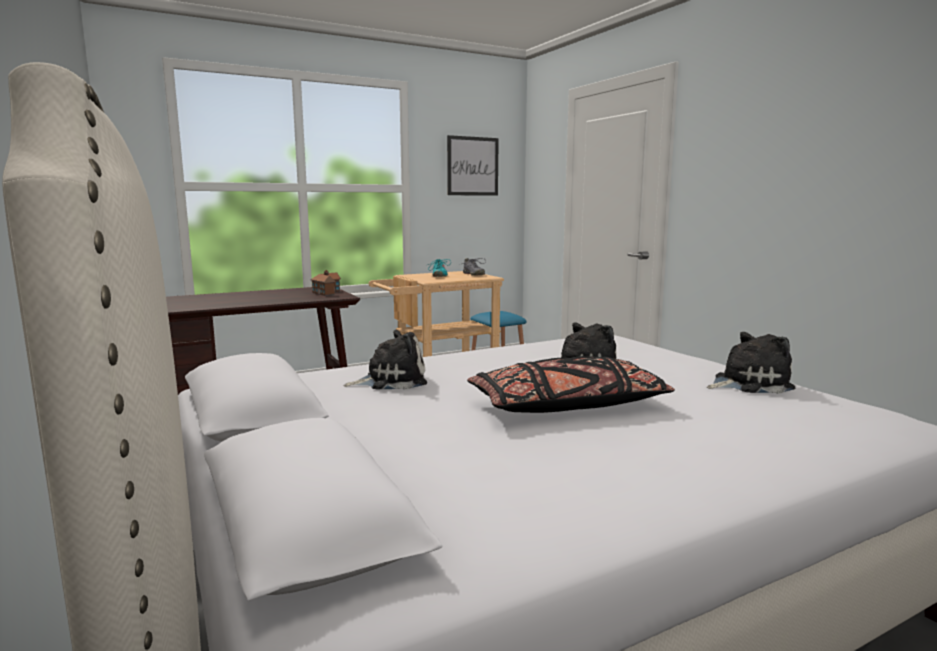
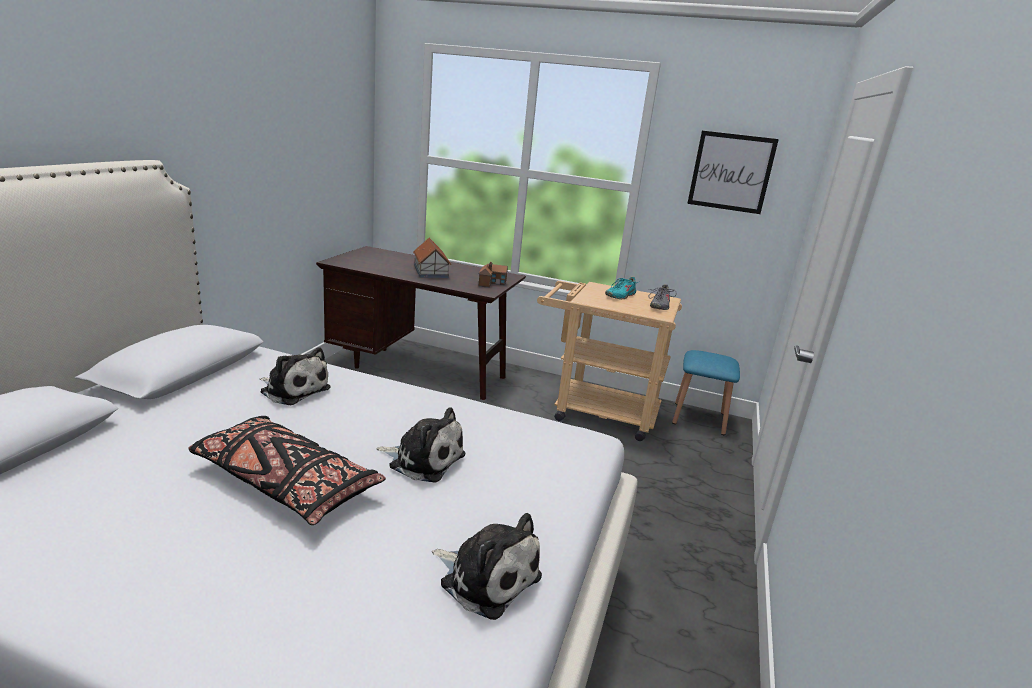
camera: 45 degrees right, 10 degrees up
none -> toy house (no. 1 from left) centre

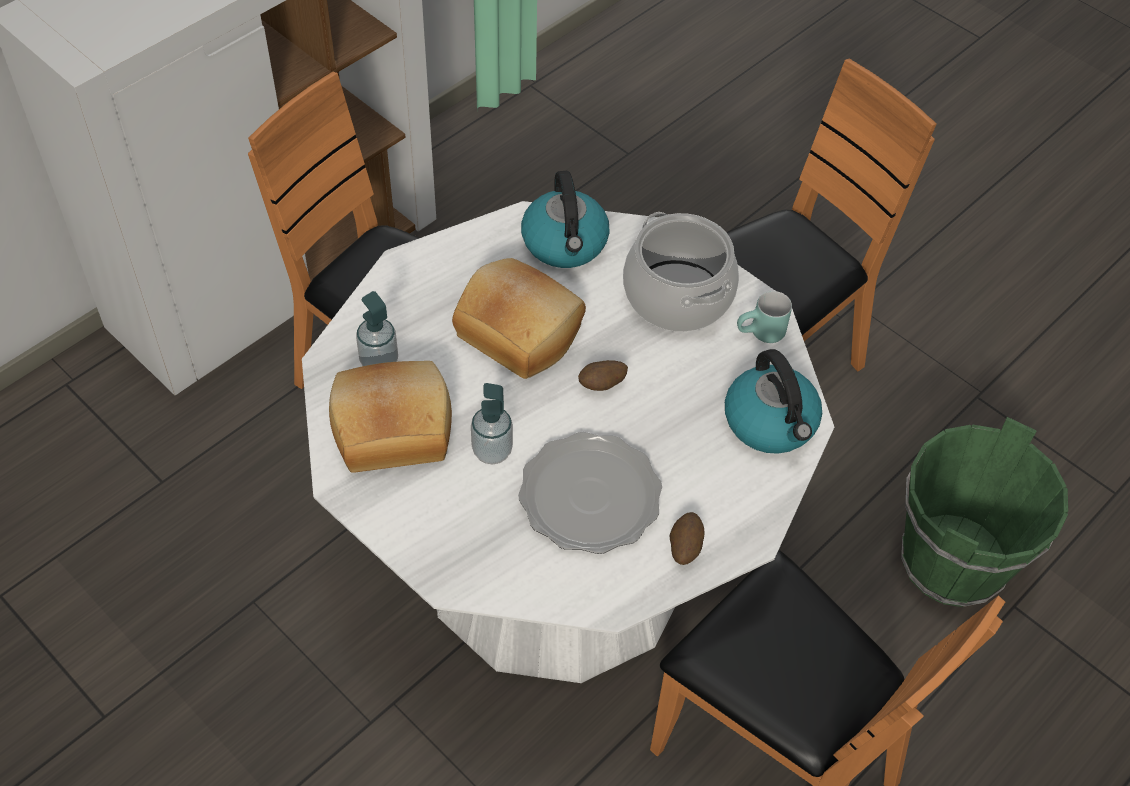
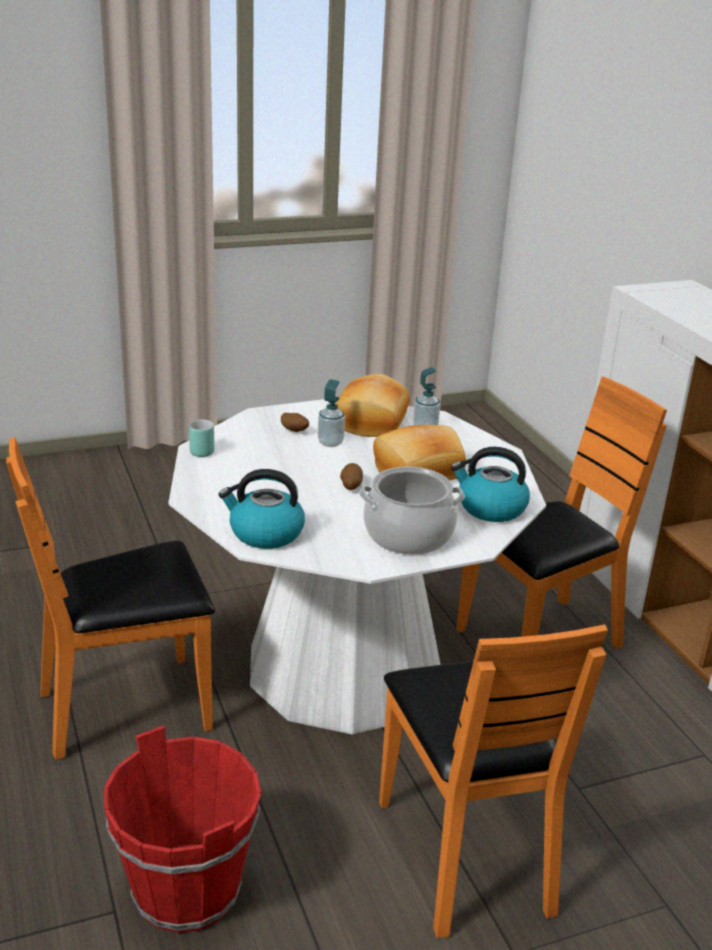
camera: 115 degrees right, 25 degrees down
plate centre -> none
potato (no. 2 from left in the first image) bottom centre -> potato (no. 1 from left) centre, relocated
turquoise-coloured coffee mug middle right -> turquoise-coloured coffee mug middle left, relocated
green-coloured pail middle right -> reddish pail bottom left

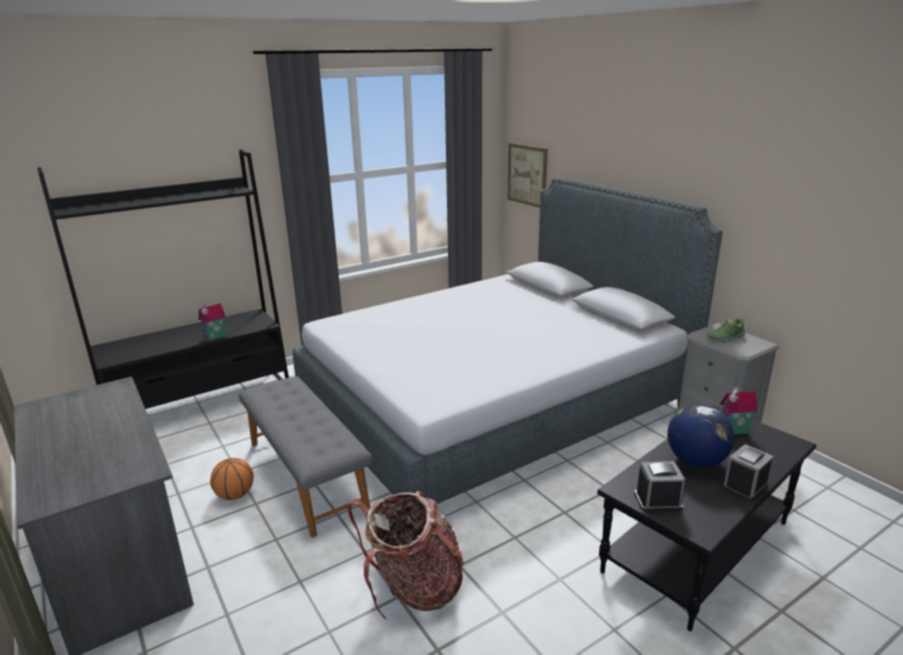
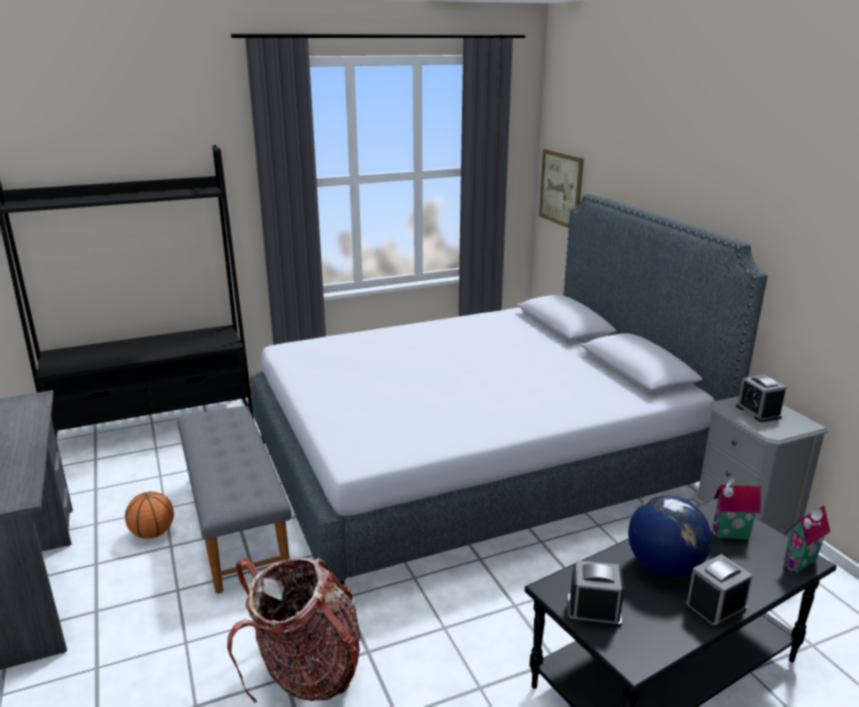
camera: 10 degrees right, 0 degrees up
toy house (no. 1 from left in the first image) middle left -> toy house (no. 2 from left) bottom right, relocated
item of footwear middle right -> alarm clock (no. 3 from left) middle right

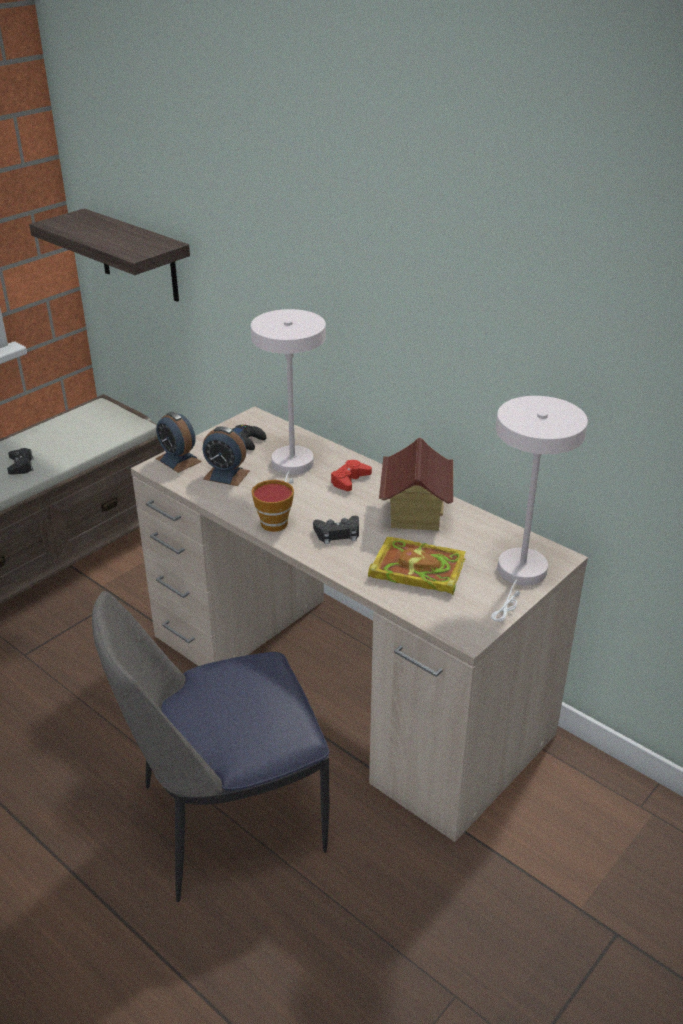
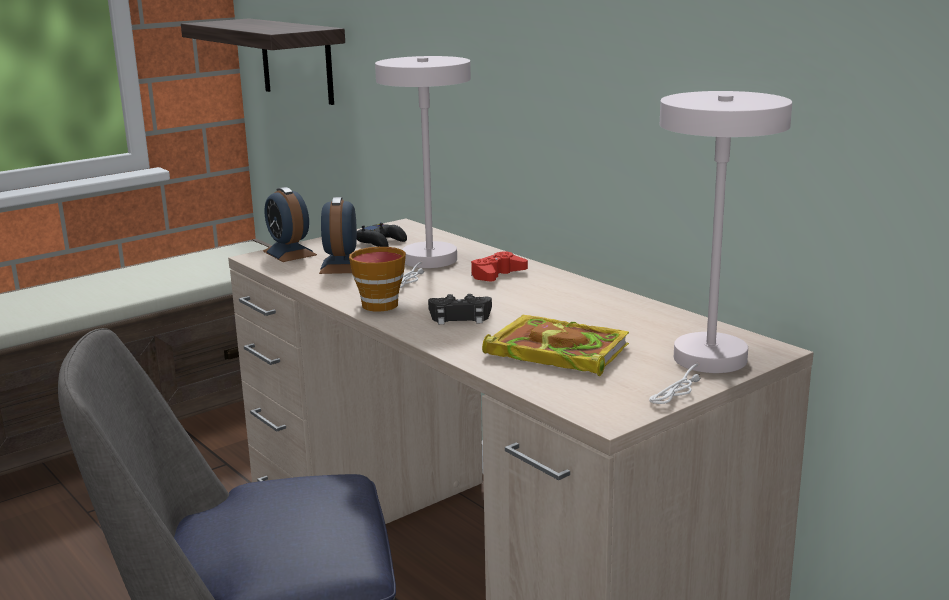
camera: 10 degrees right, 15 degrees down
blackish game controller (no. 1 from left) middle left -> none
toy house centre -> none
alarm clock (no. 2 from left) middle left -> alarm clock (no. 2 from left) centre, 60 degrees clockwise

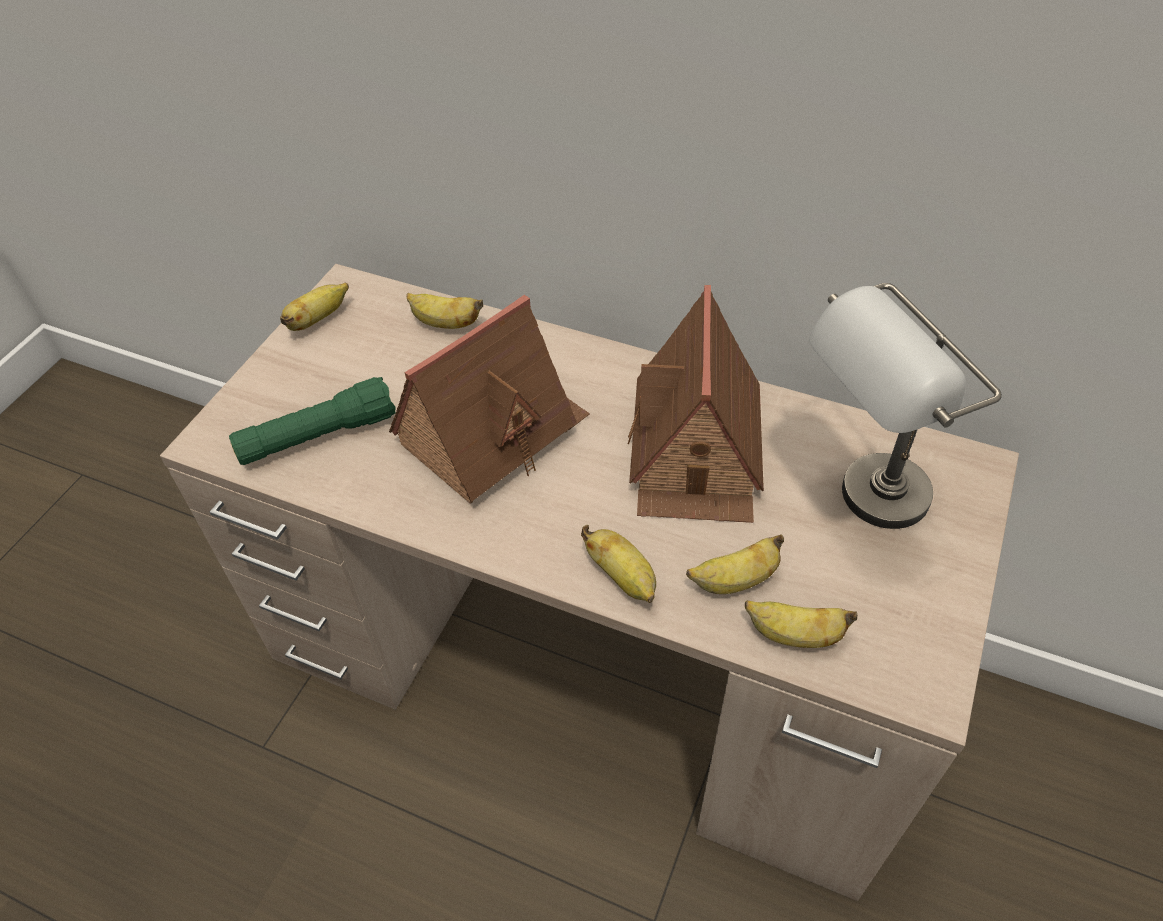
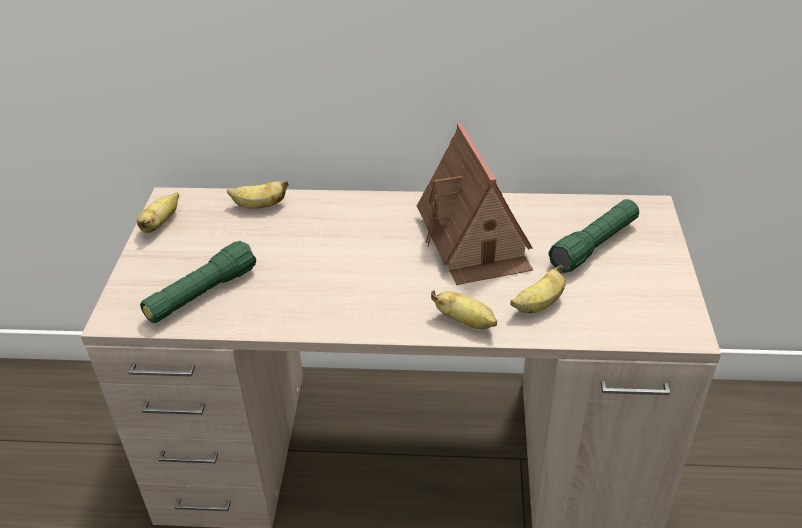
camera: 20 degrees left, 10 degrees down
toy house (no. 1 from left) centre -> none
banana (no. 5 from left) bottom right -> none
greyish lamp for a table middle right -> green-coloured hand torch (no. 2 from left) middle right

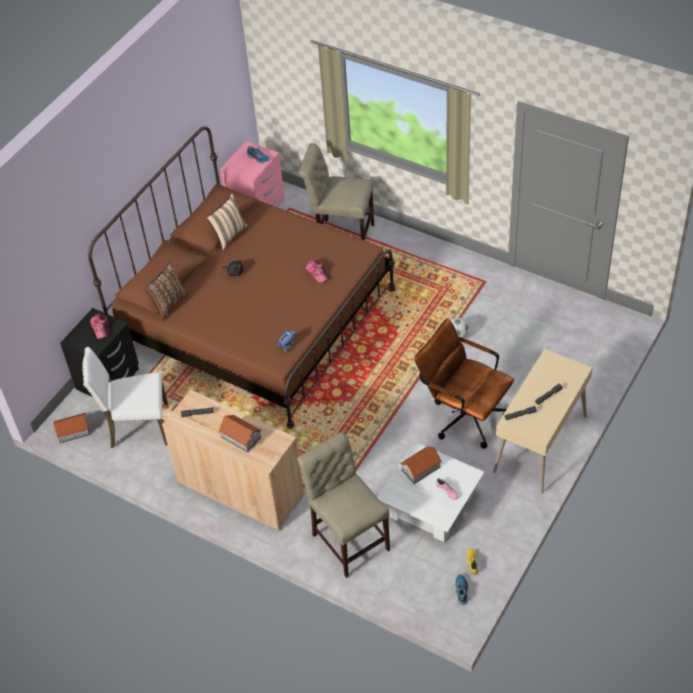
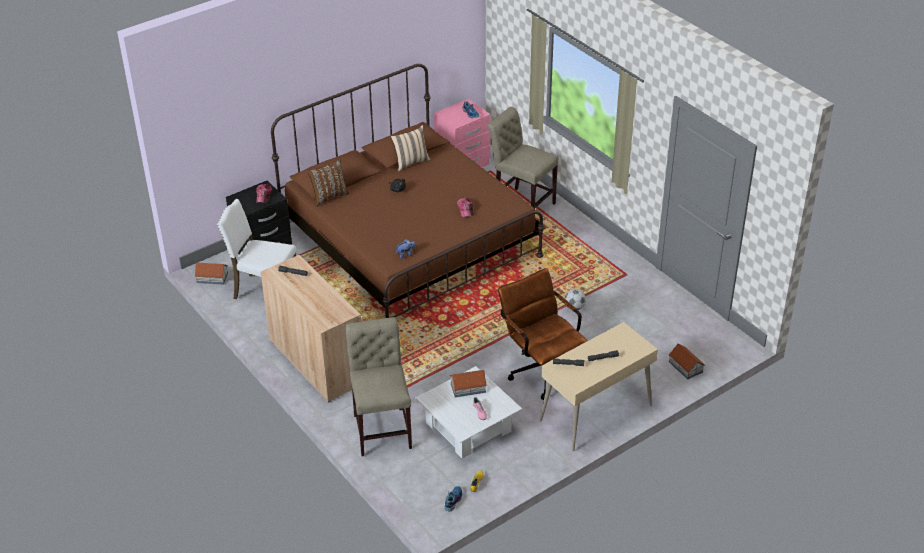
camera: 20 degrees right, 10 degrees down
toy house (no. 2 from left in the first image) centre -> toy house (no. 3 from left) middle right, relocated

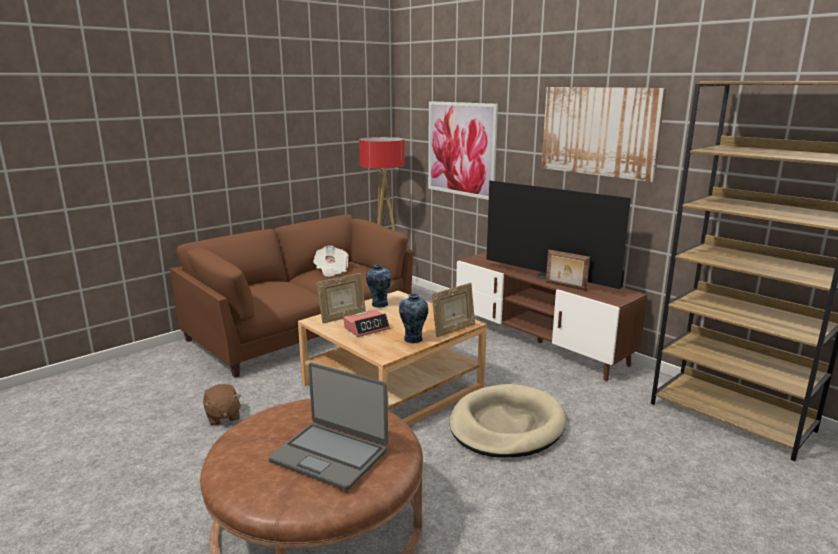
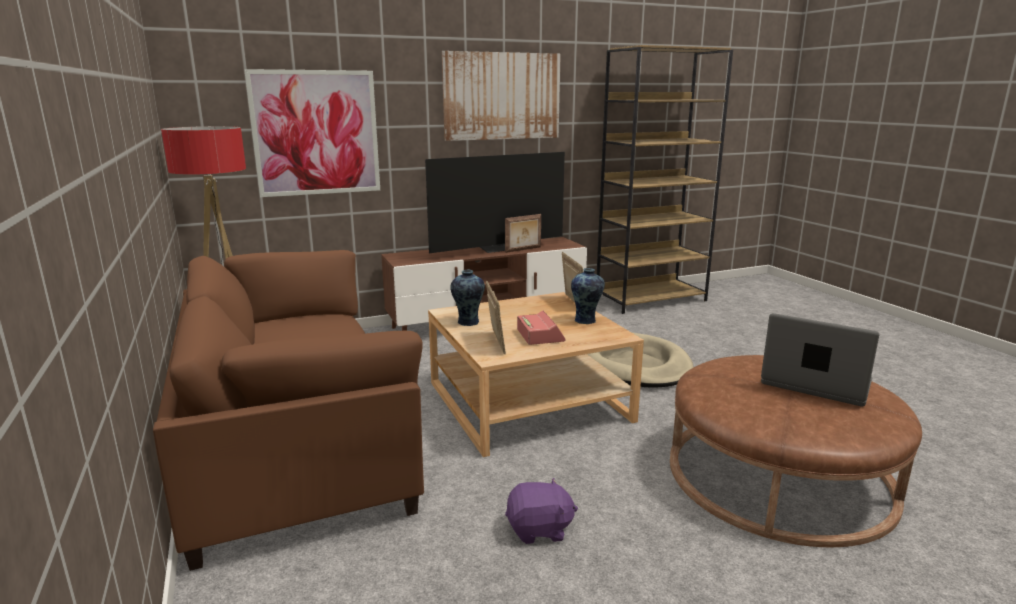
camera: 70 degrees left, 0 degrees up
newspaper centre -> none
brown soft toy bottom left -> purplish soft toy bottom centre
laptop bottom centre -> laptop middle right, 105 degrees counterclockwise

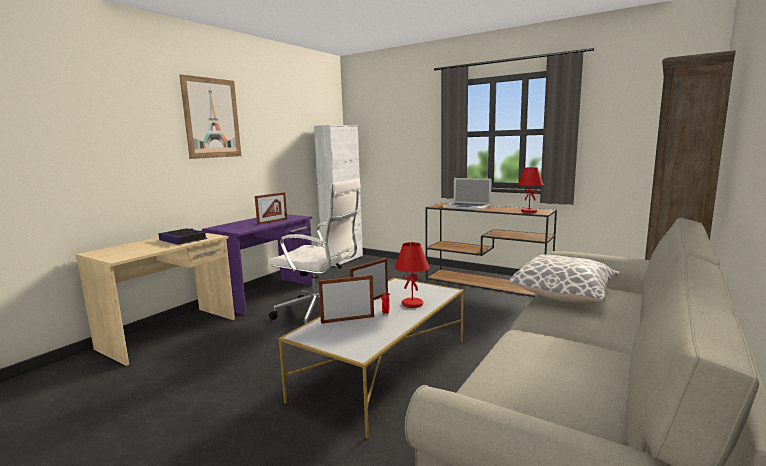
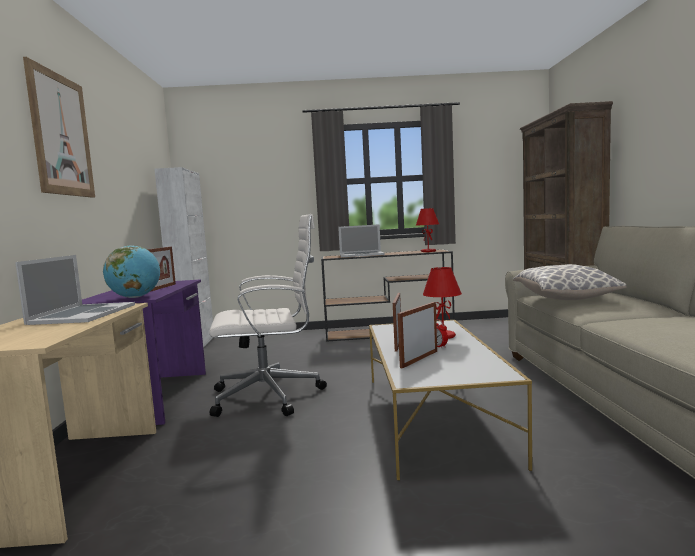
camera: 35 degrees left, 5 degrees down
none -> desk globe middle left
bound book middle left -> laptop (no. 1 from left) middle left

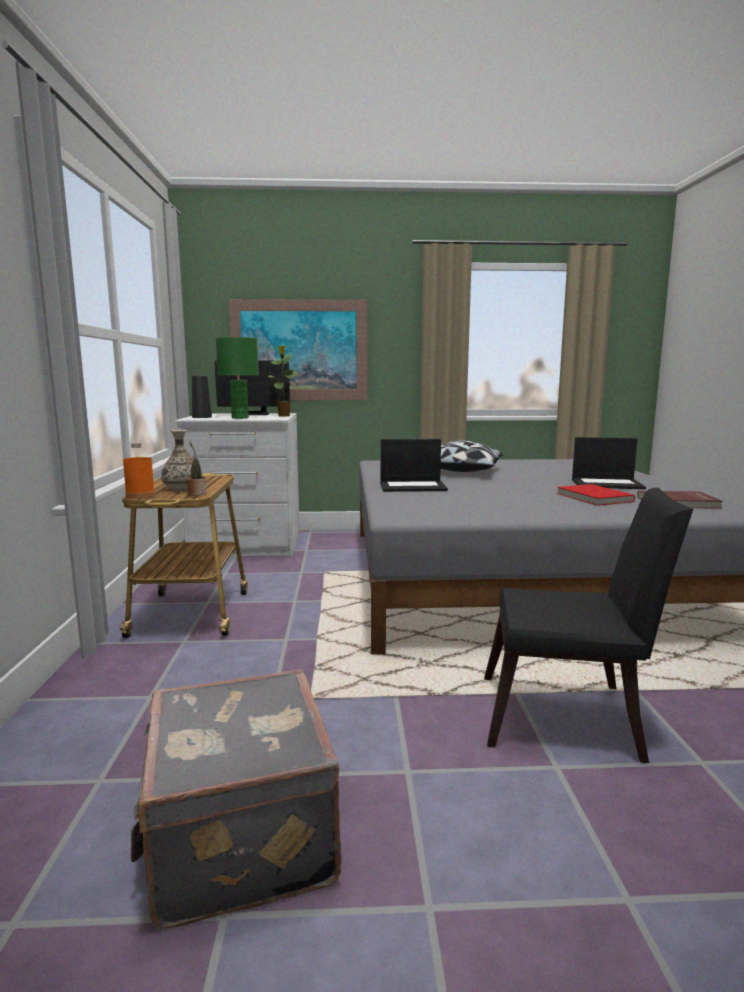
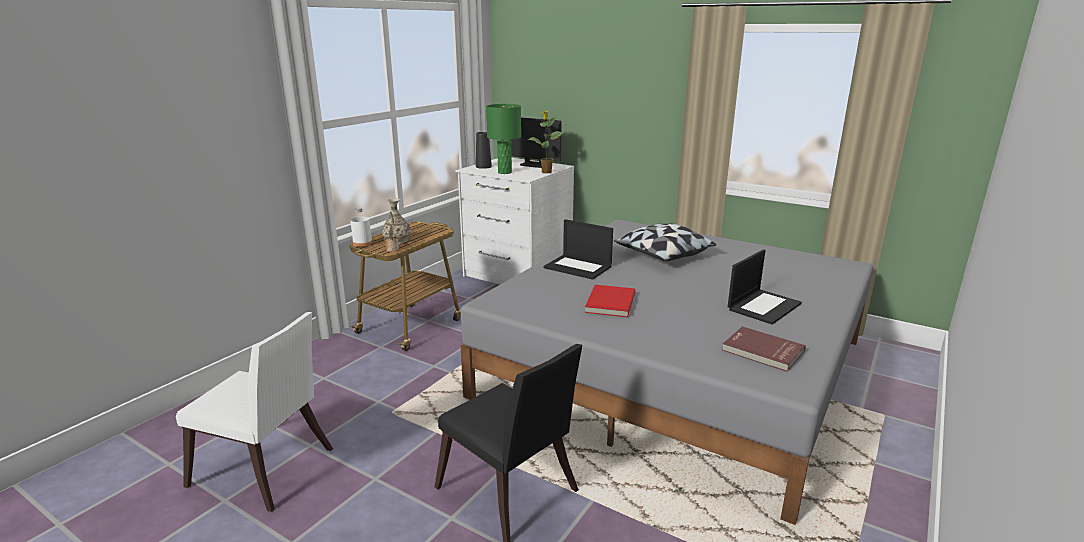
camera: 35 degrees right, 10 degrees up
wall art centre -> none
reddish bound book (no. 1 from left) middle right -> reddish bound book (no. 1 from left) centre, relocated
greyish piece of luggage bottom left -> white-coloured chair bottom left
orange-coloured drink bottle middle left -> white-coloured drink bottle middle left
laptop (no. 2 from left) middle right, 90 degrees counterclockwise

